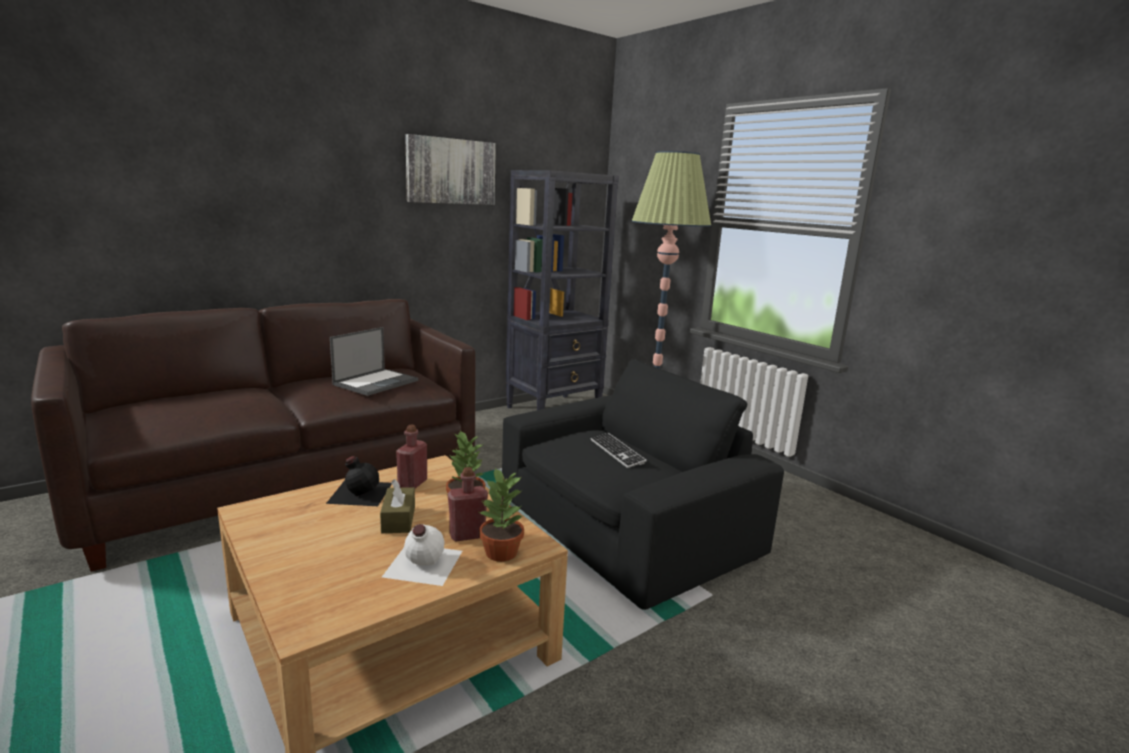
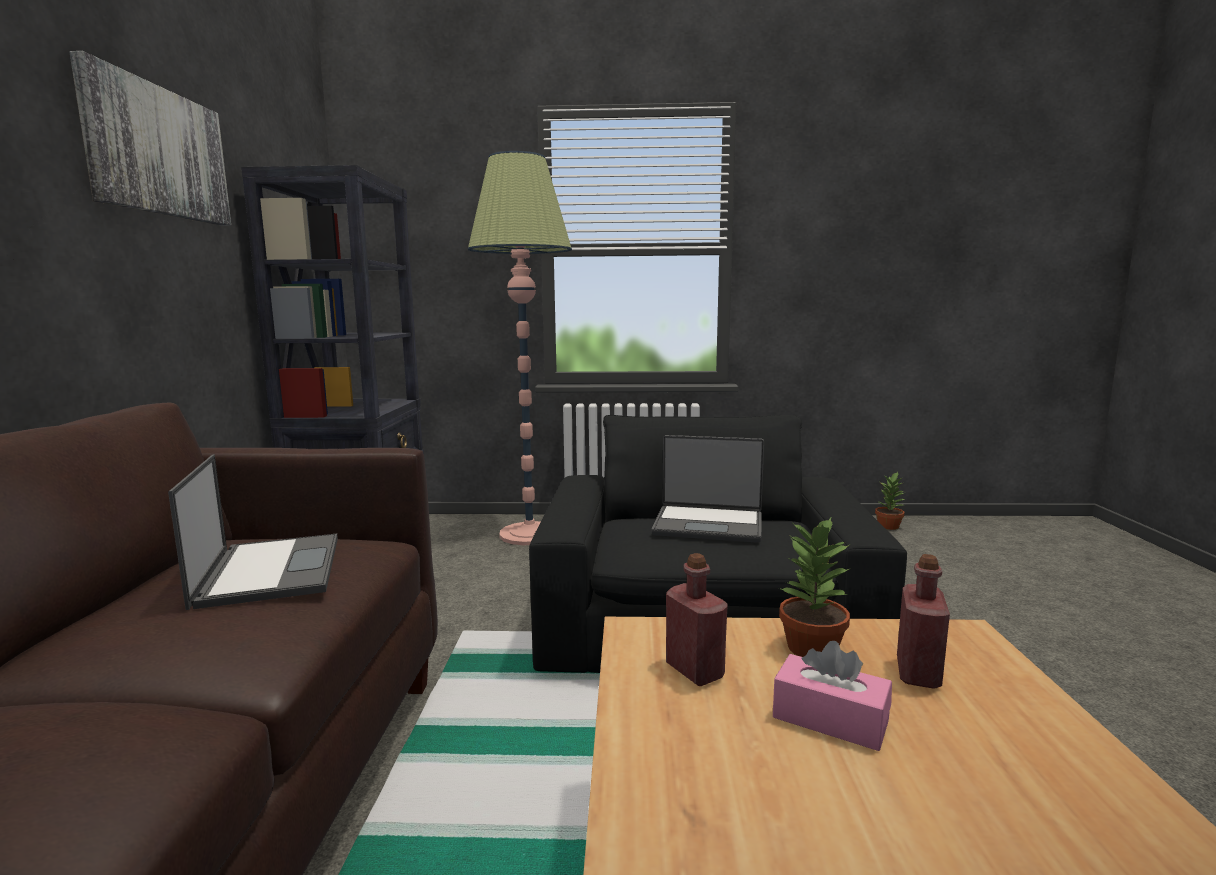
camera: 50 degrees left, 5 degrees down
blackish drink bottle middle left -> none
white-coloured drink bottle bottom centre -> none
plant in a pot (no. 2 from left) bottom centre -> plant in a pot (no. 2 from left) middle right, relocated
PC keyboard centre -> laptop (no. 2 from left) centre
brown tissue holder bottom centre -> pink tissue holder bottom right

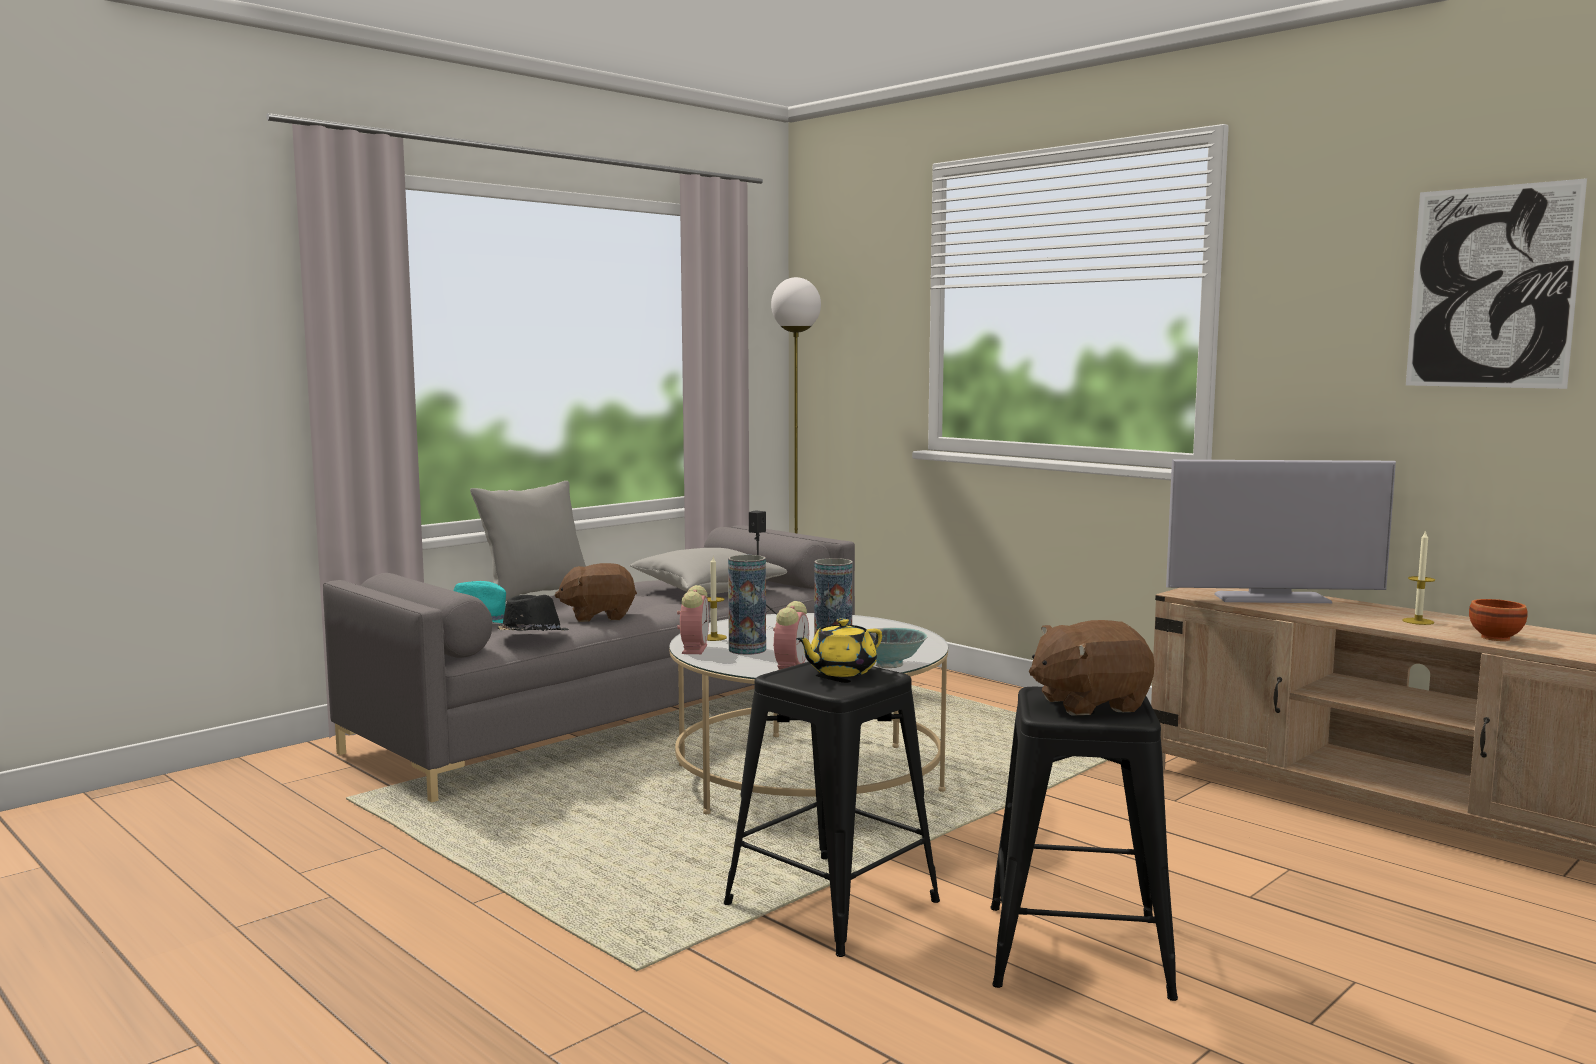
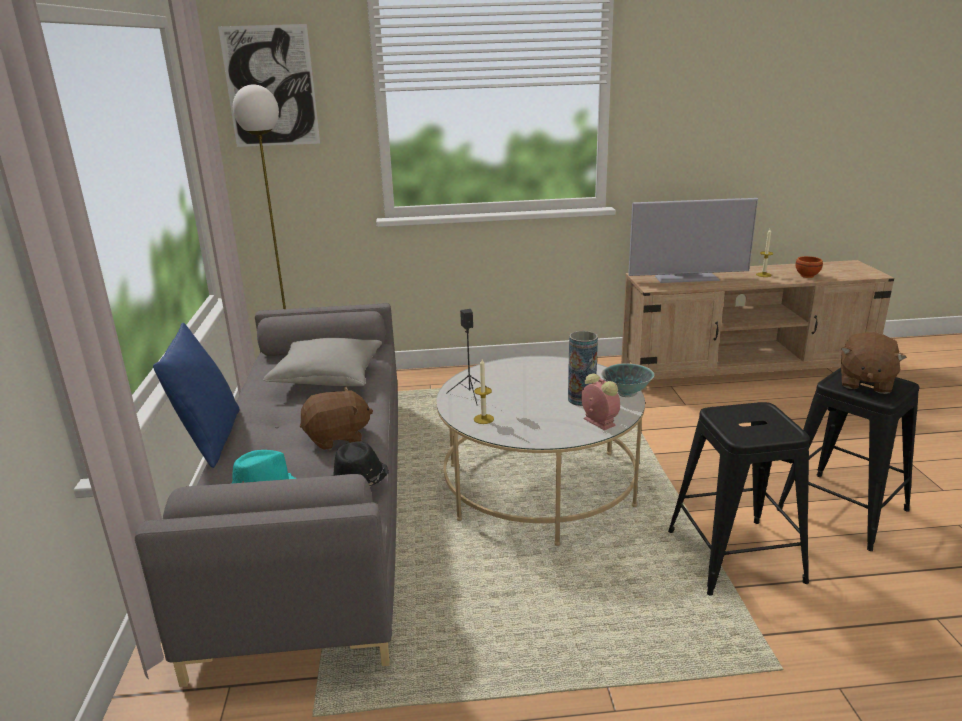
camera: 50 degrees left, 15 degrees up
alarm clock (no. 1 from left) centre -> none
decorative vase (no. 1 from left) centre -> none
yellow teapot centre -> none
wall art top right -> wall art top left, relocated
greyish cushion (no. 1 from left) middle left -> bluish cushion middle left
brown soft toy (no. 1 from left) centre, 135 degrees counterclockwise
television middle right -> television top right, 45 degrees clockwise

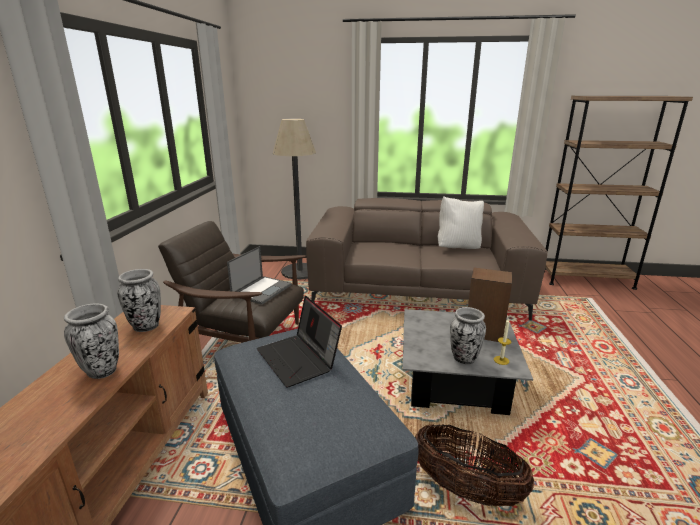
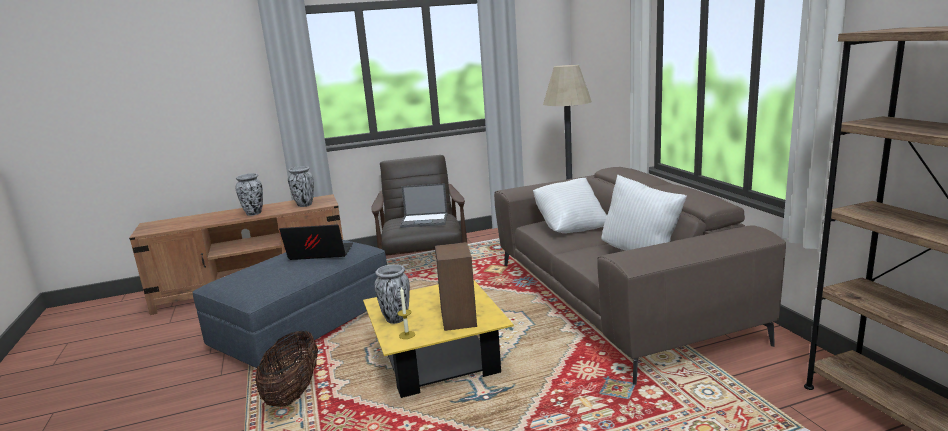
camera: 65 degrees right, 5 degrees down
none -> white-coloured cushion (no. 1 from left) centre
greyish lounge table bottom right -> yellow lounge table bottom centre
laptop (no. 2 from left in the first image) centre -> laptop (no. 1 from left) centre, 60 degrees clockwise

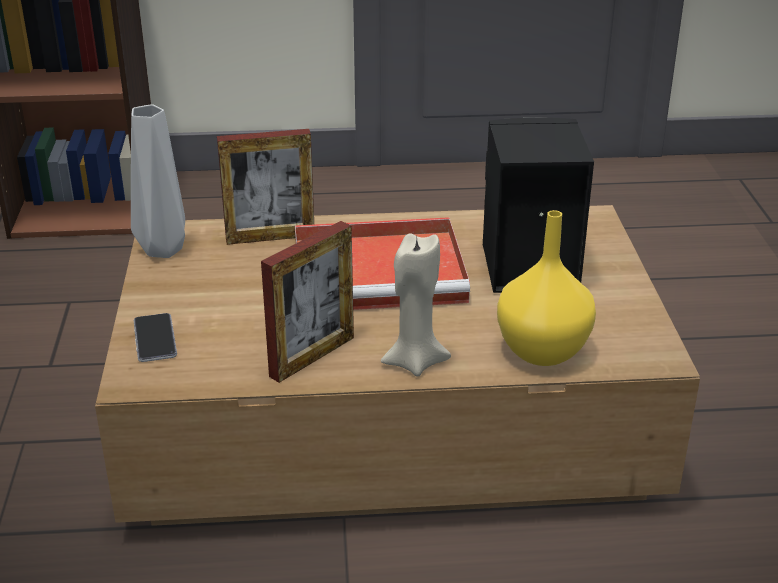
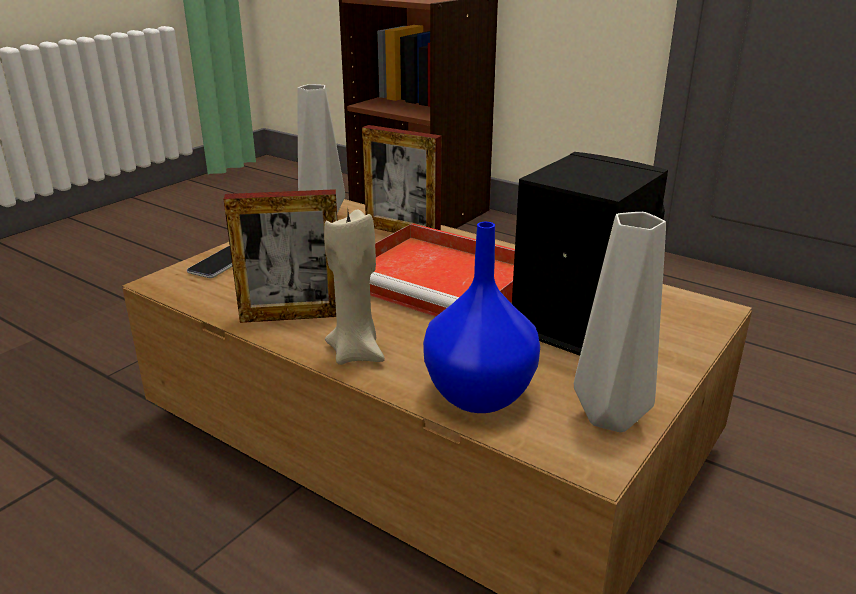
camera: 40 degrees right, 5 degrees down
none -> greyish decorative vase (no. 2 from left) middle right
yellow decorative vase middle right -> bluish decorative vase centre

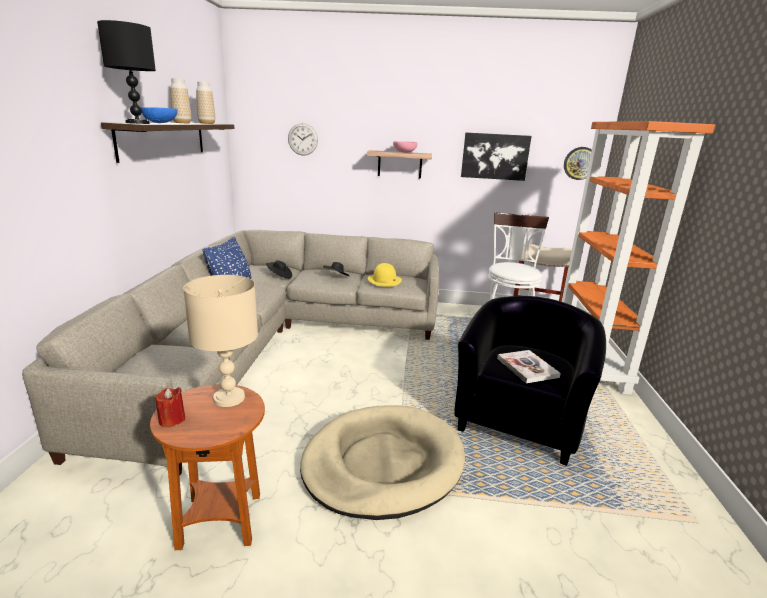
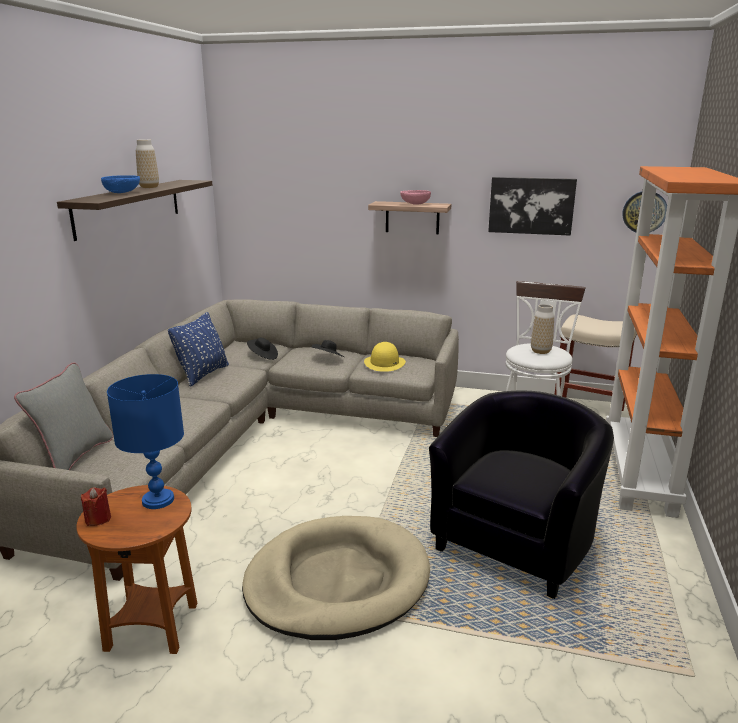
camera: 10 degrees right, 0 degrees up
blackish lamp for a table top left -> none
hanging clock (no. 1 from left) top centre -> none
bound book middle right -> none
none -> greyish cushion middle left
decorative vase (no. 2 from left) top left -> decorative vase (no. 2 from left) middle right, relocated
beige lamp for a table middle left -> bluish lamp for a table middle left

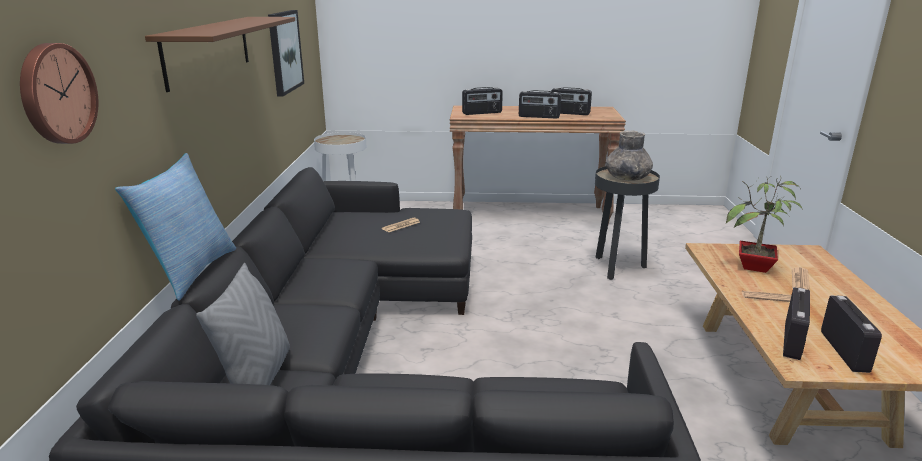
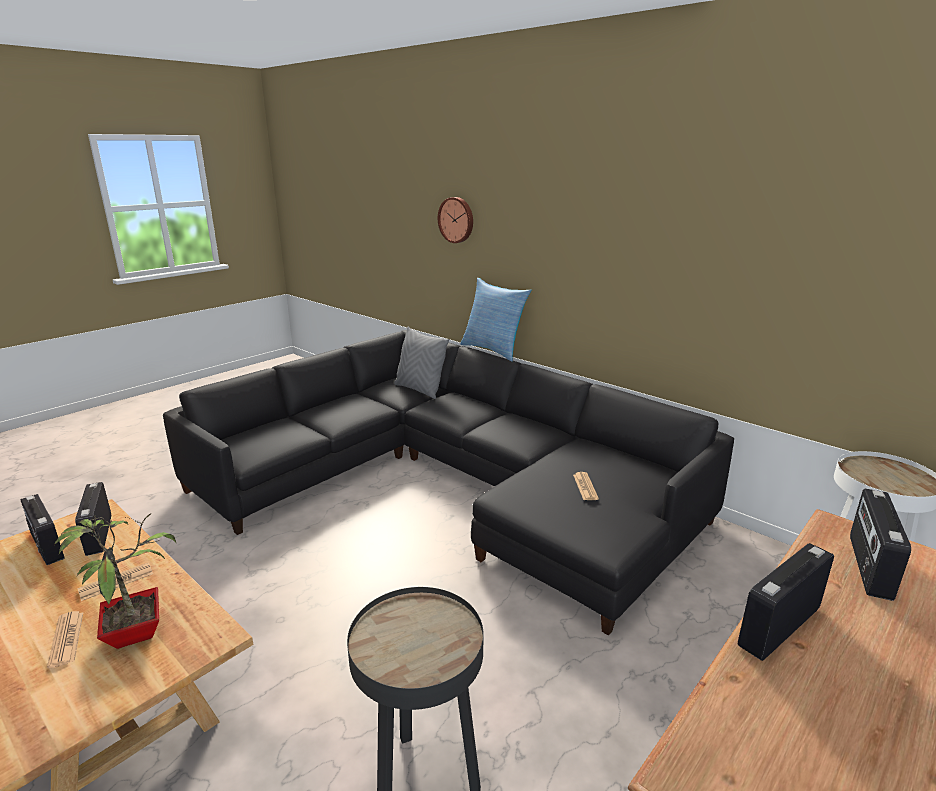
camera: 130 degrees right, 0 degrees up
brown wall shelf top left -> none
wall art top left -> none
radio (no. 3 from left) top centre -> none
greyish decorative vase middle right -> none

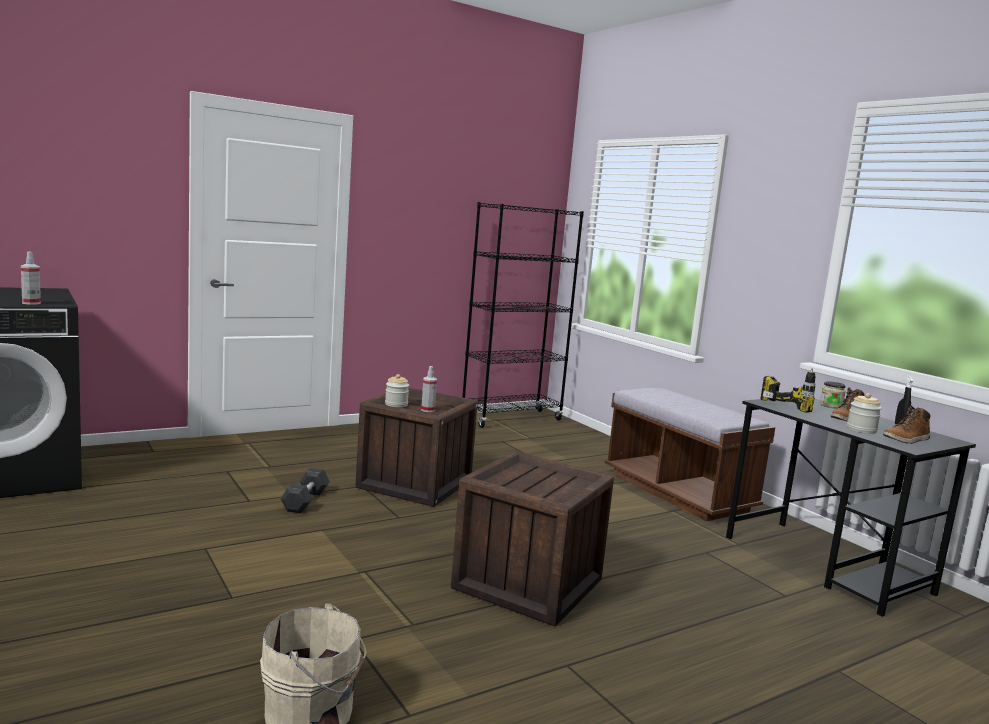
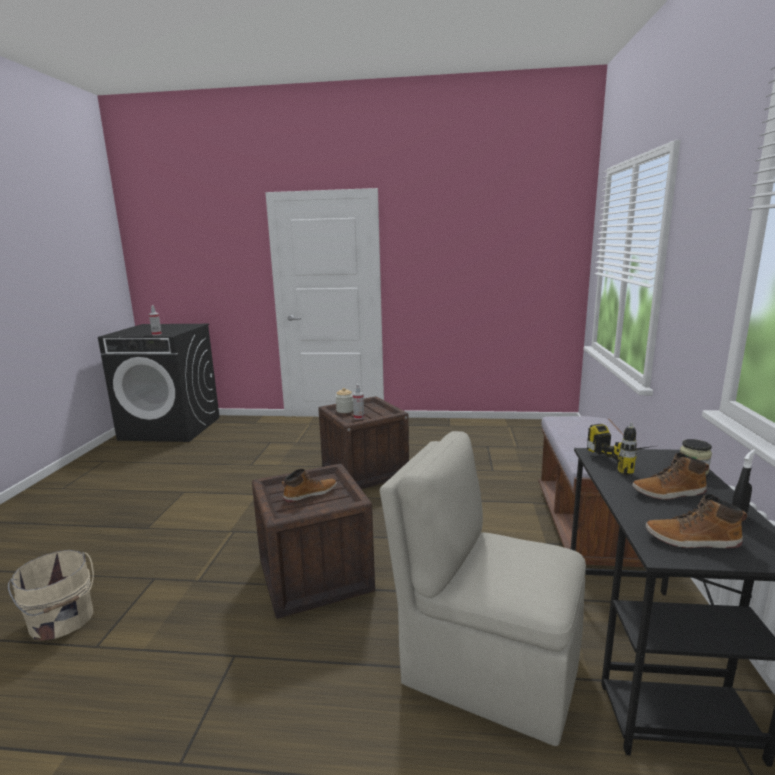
camera: 40 degrees right, 5 degrees up
greyish free weight bottom left -> none
blackish bookcase centre -> none
storage jar (no. 3 from left) middle right -> none
none -> tall boot (no. 1 from left) centre
none -> beige chair bottom centre

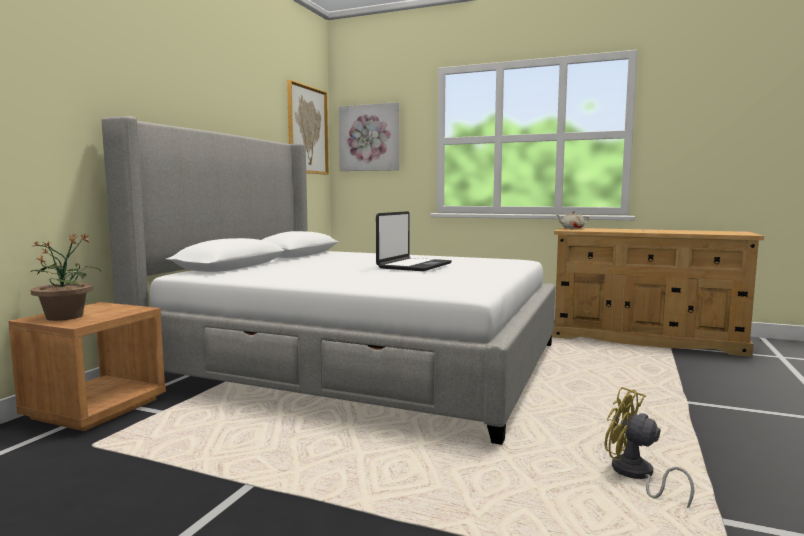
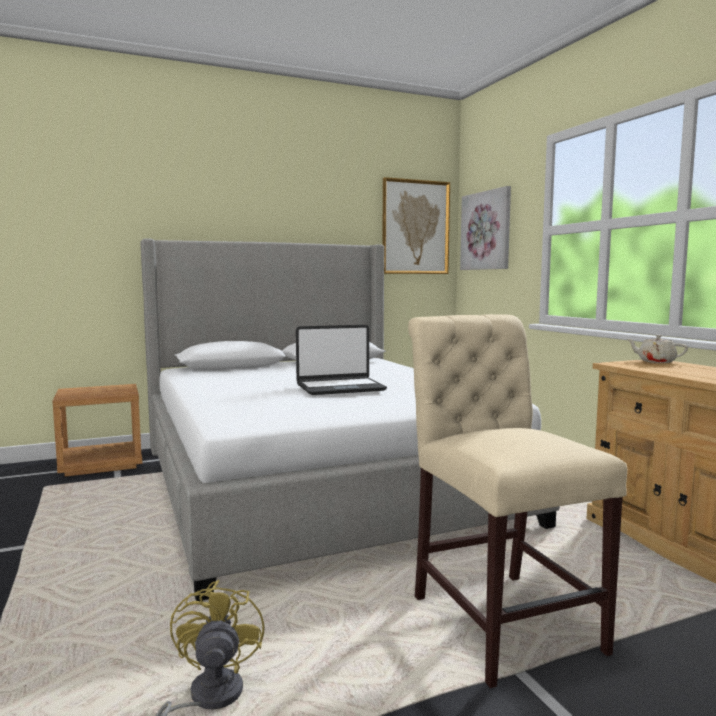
camera: 45 degrees right, 0 degrees up
plant in a pot middle left -> none
none -> beige chair bottom right

